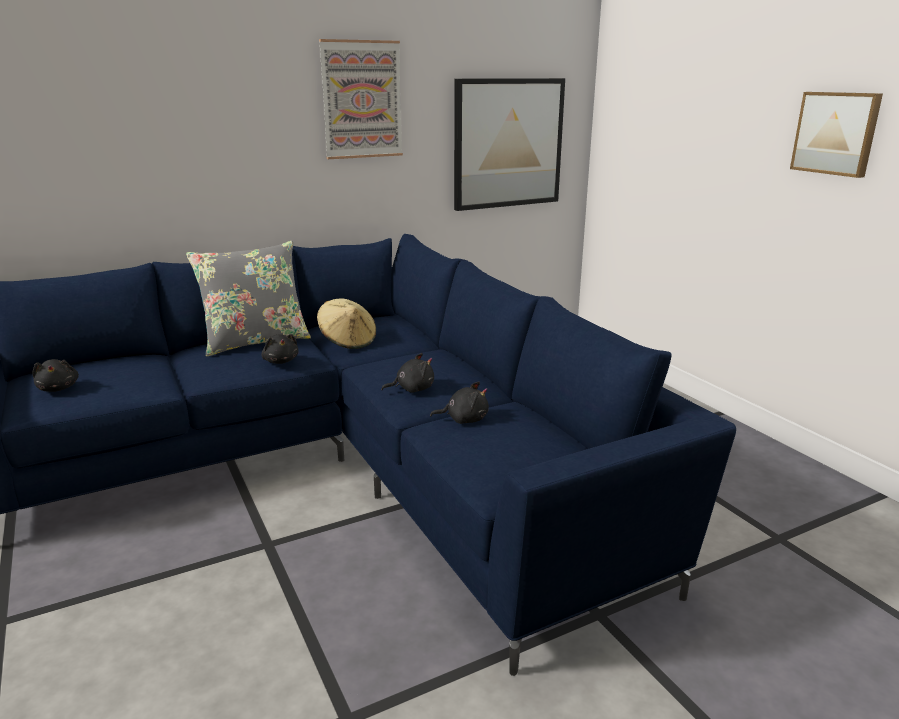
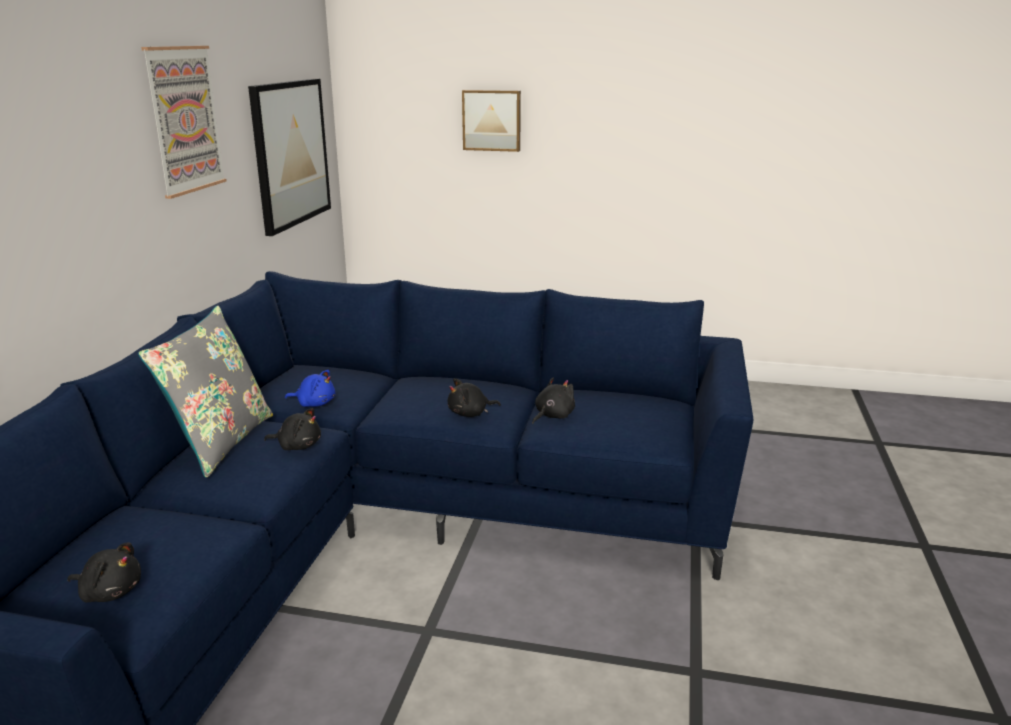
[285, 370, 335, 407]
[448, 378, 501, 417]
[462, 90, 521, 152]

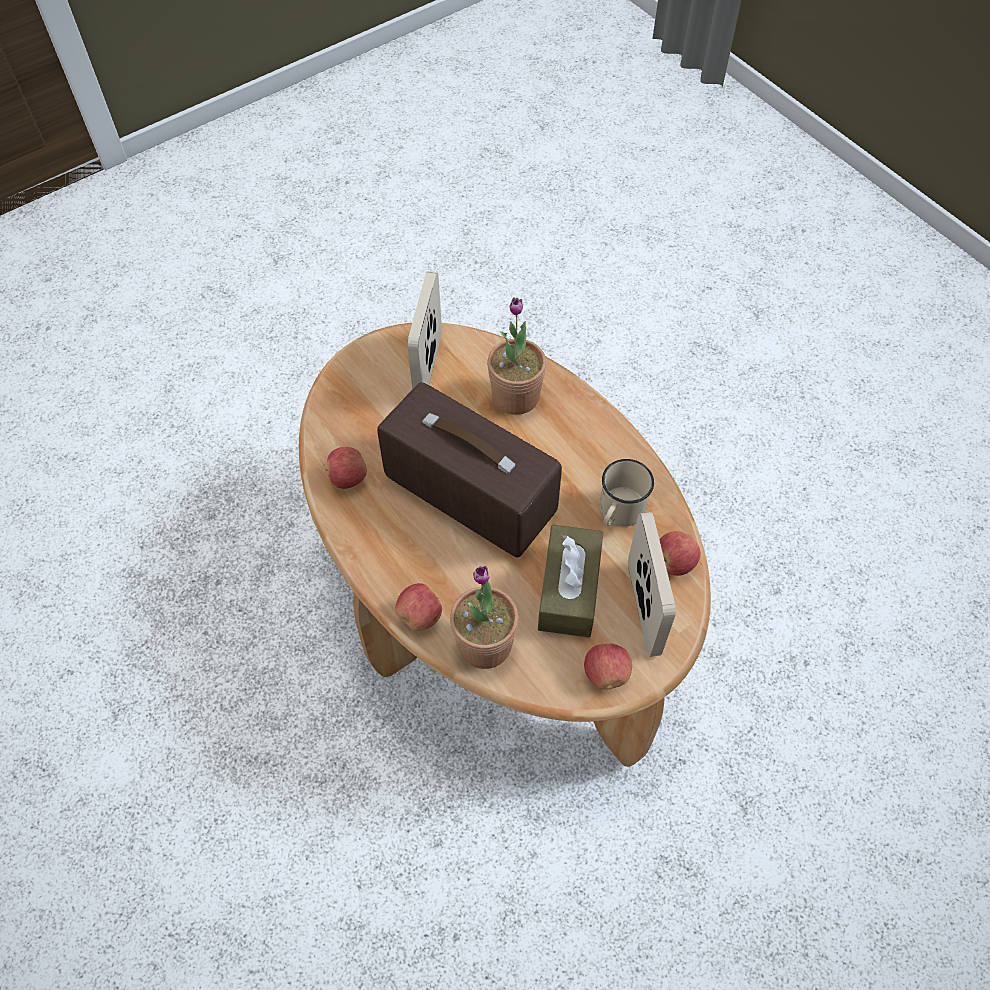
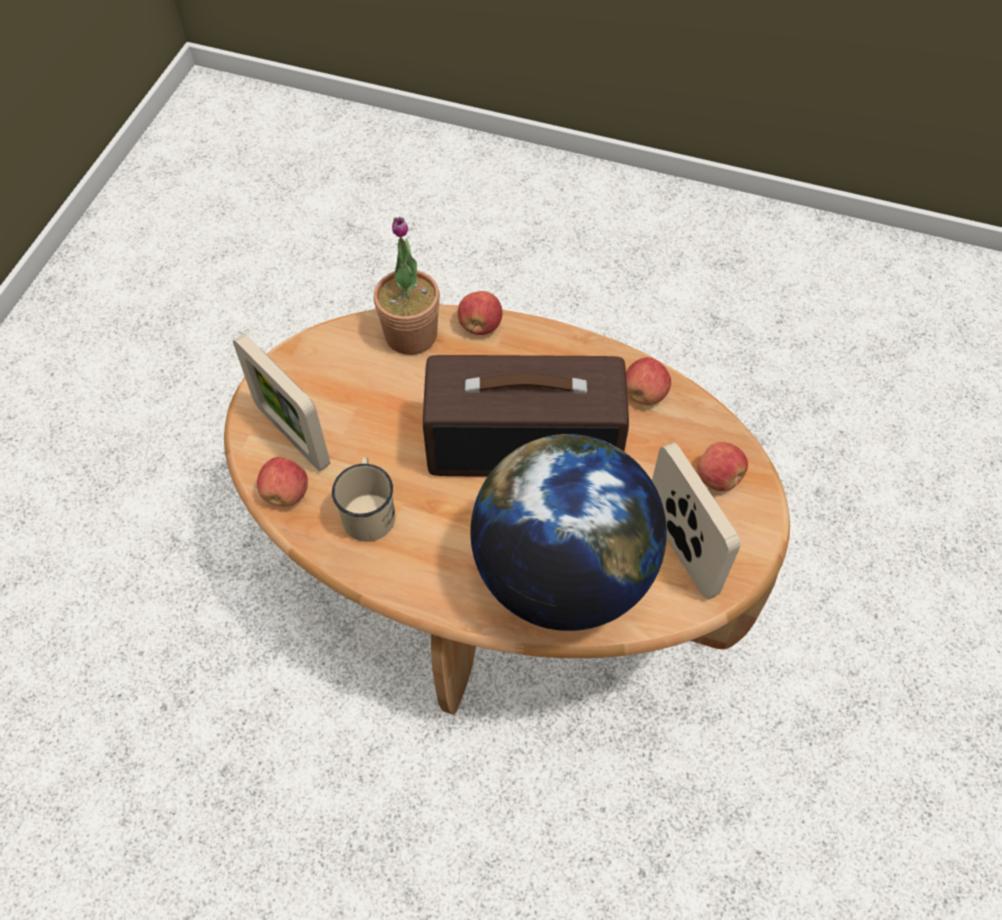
[470, 434, 667, 631]
[697, 442, 748, 491]
[538, 525, 603, 637] (first image)

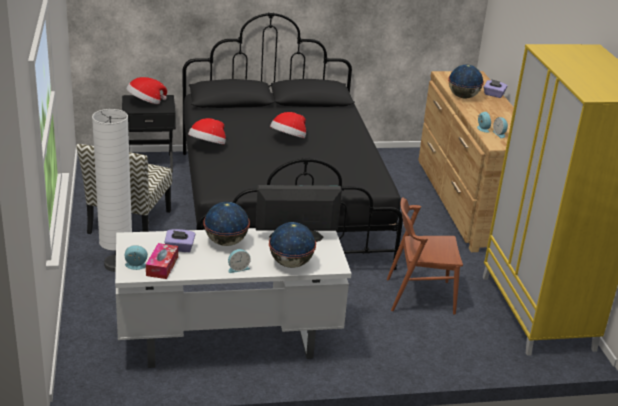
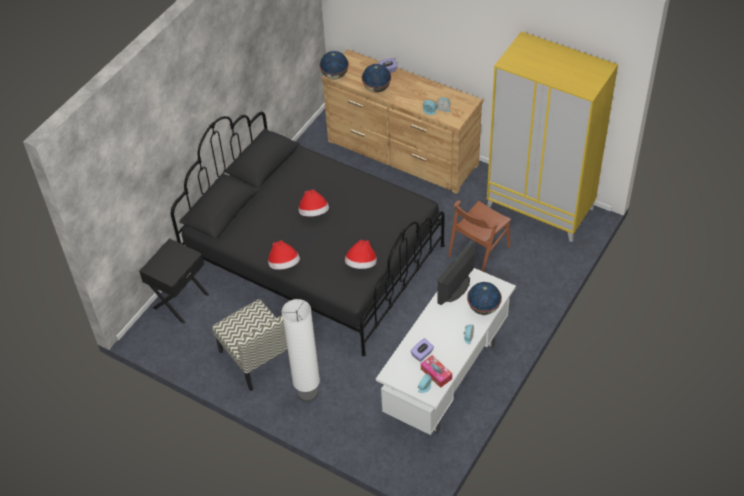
[319, 51, 349, 79]
[345, 240, 377, 269]

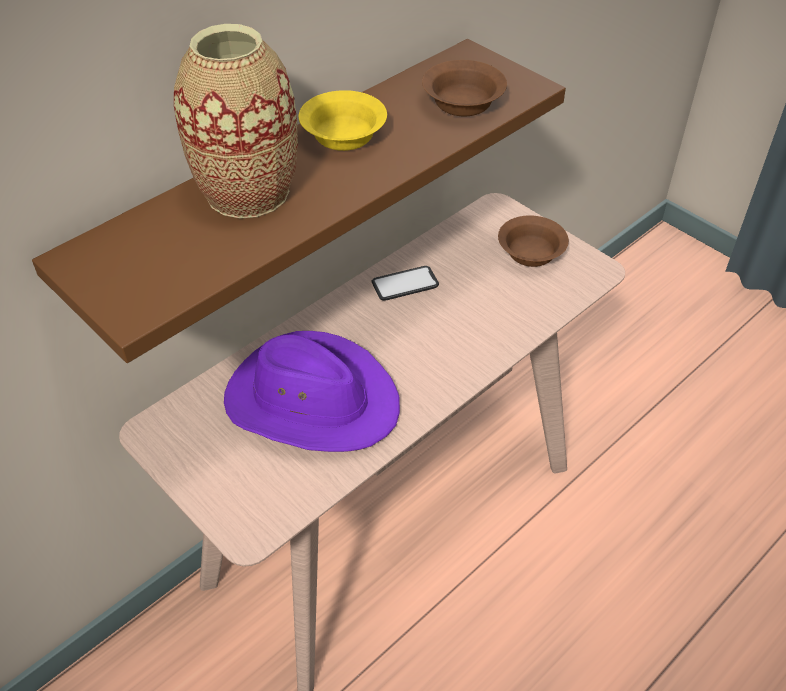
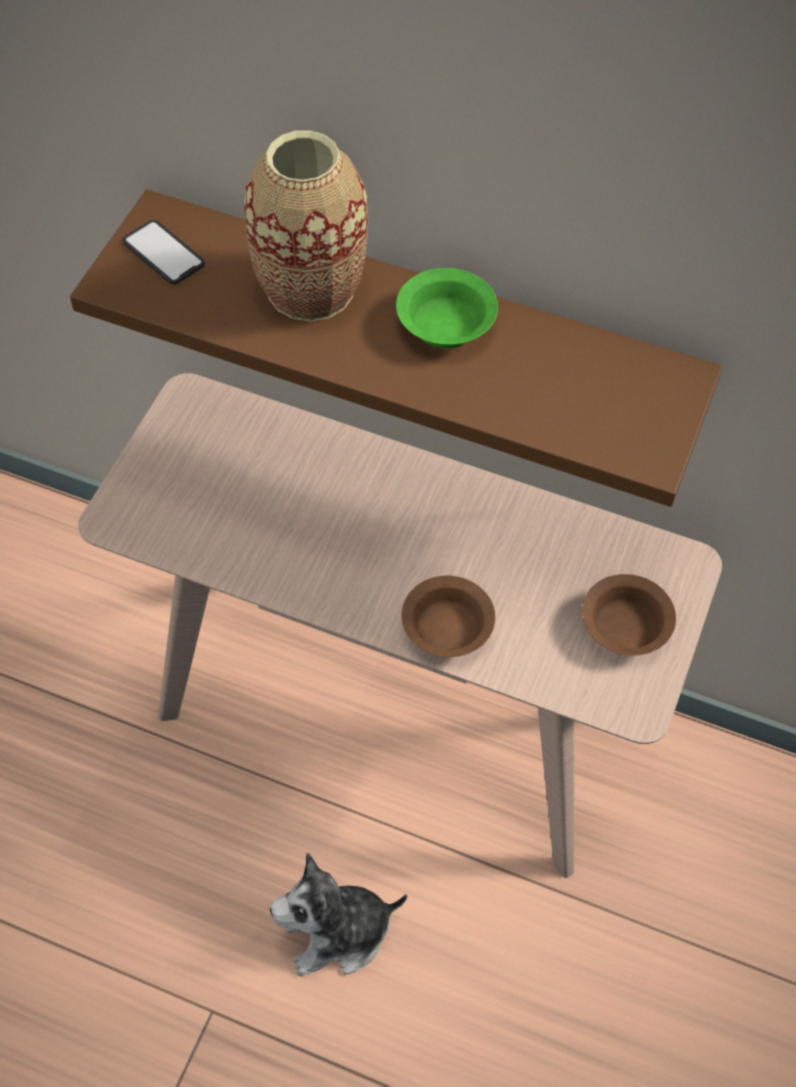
[123, 220, 205, 285]
[270, 853, 407, 976]
[396, 268, 498, 348]
[401, 576, 495, 657]
[224, 331, 400, 452] (first image)

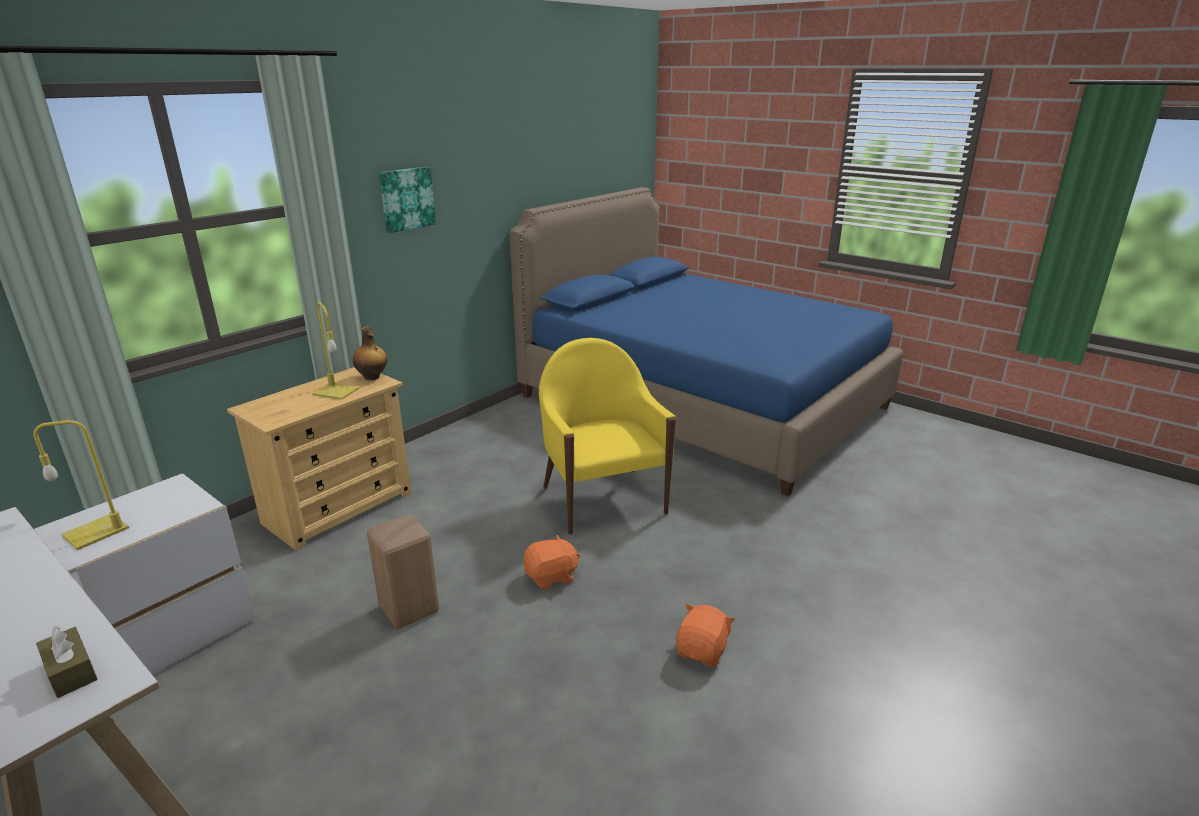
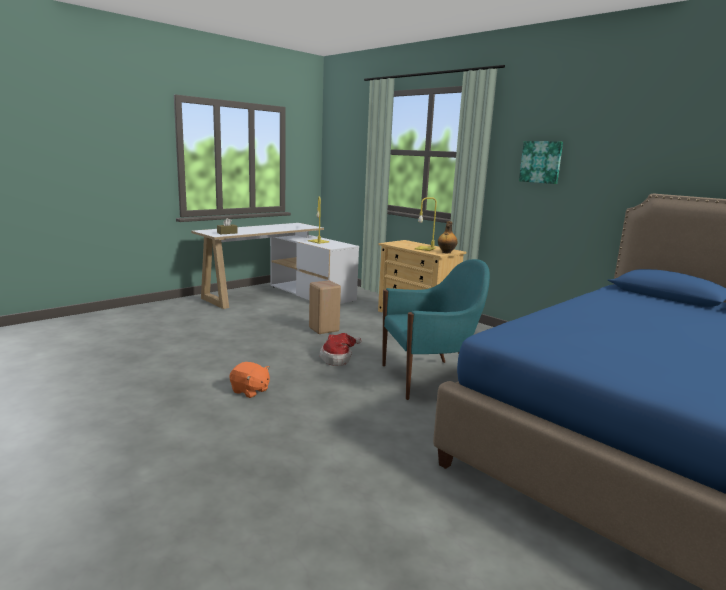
[320, 333, 361, 366]
[382, 259, 490, 400]

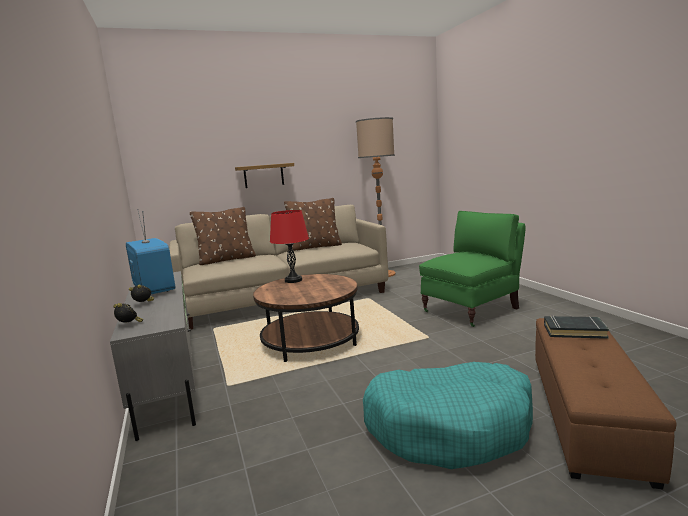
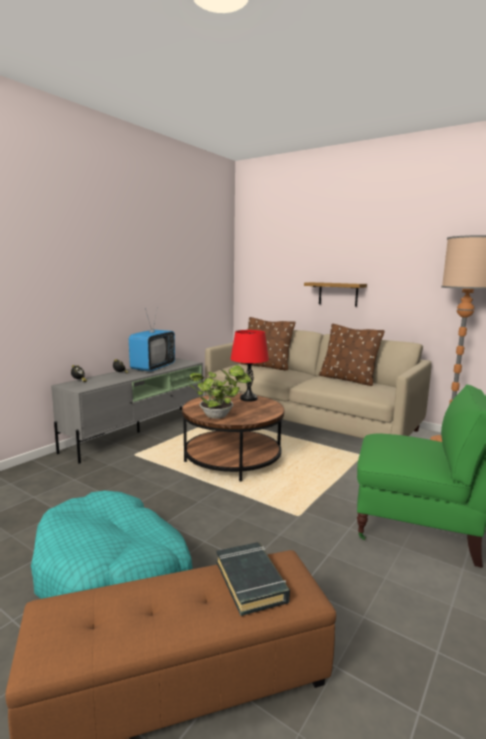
[188, 365, 252, 419]

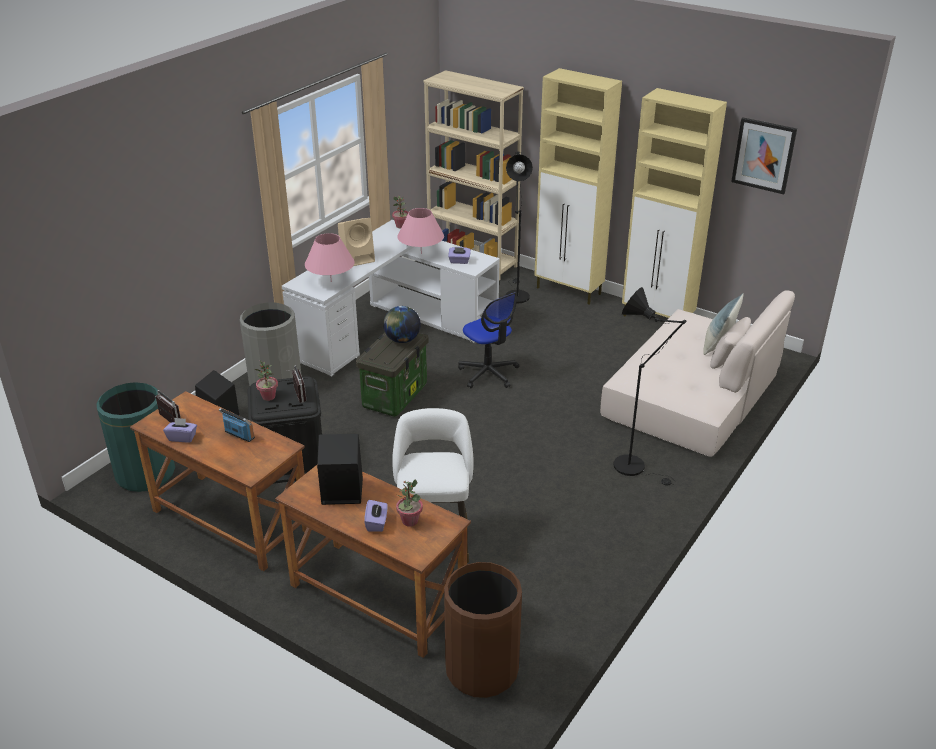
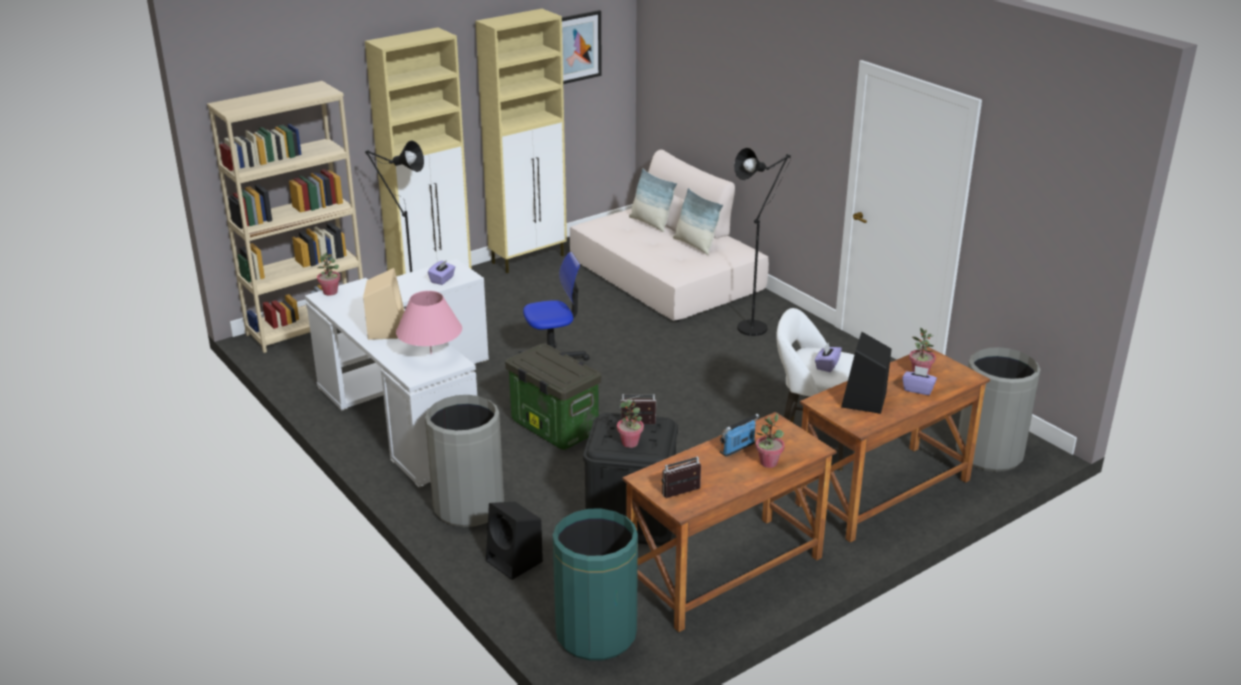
[673, 188, 723, 255]
[756, 414, 785, 468]
[815, 342, 842, 372]
[956, 347, 1041, 472]
[383, 306, 421, 343] (first image)
[397, 208, 444, 254] (first image)

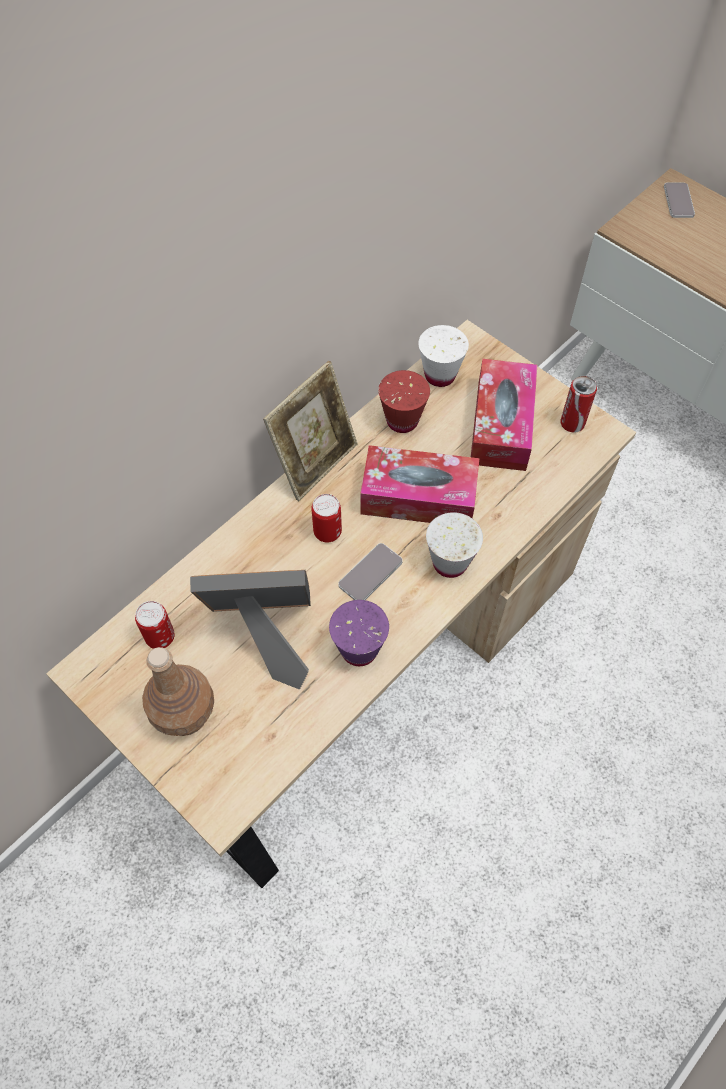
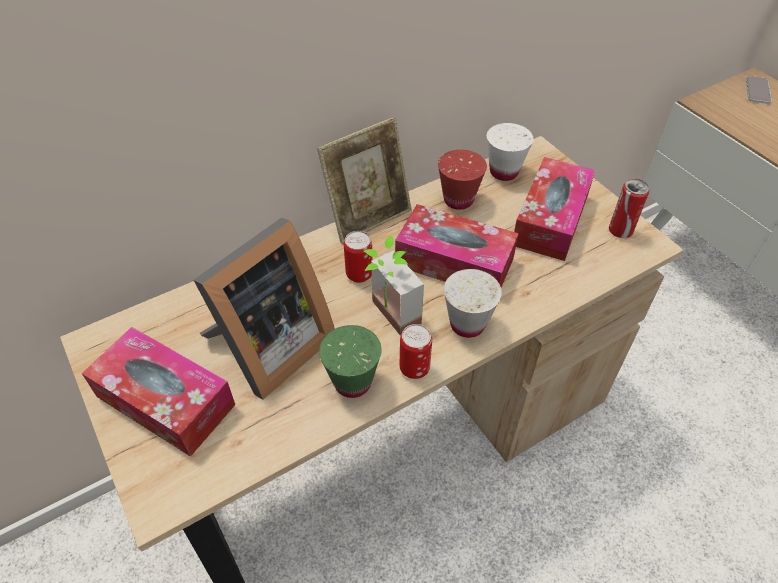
[82, 327, 235, 457]
[194, 218, 335, 400]
[319, 325, 382, 398]
[364, 236, 424, 335]
[400, 324, 432, 379]

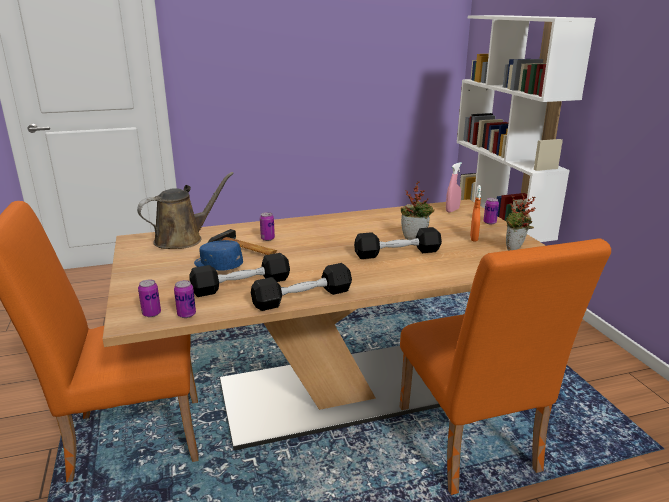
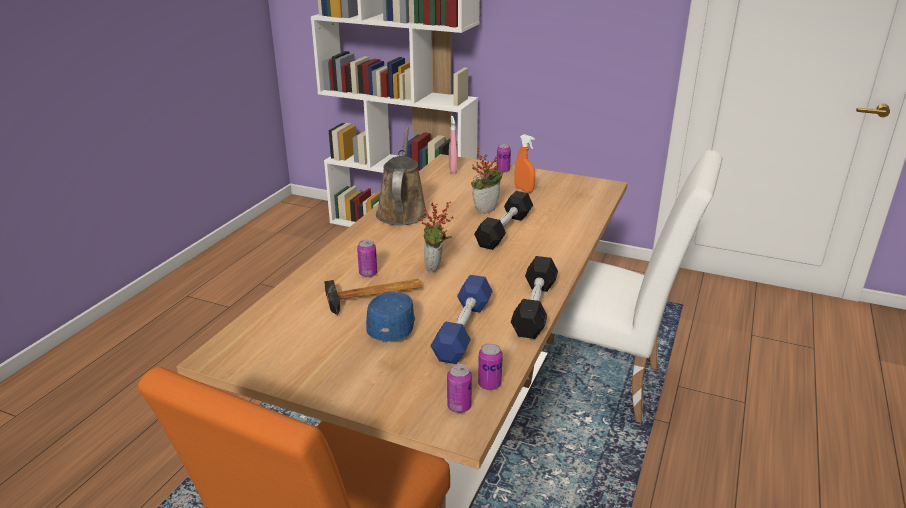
[366, 292, 415, 341]
[376, 127, 428, 225]
[417, 201, 454, 273]
[431, 275, 493, 364]
[523, 150, 722, 423]

